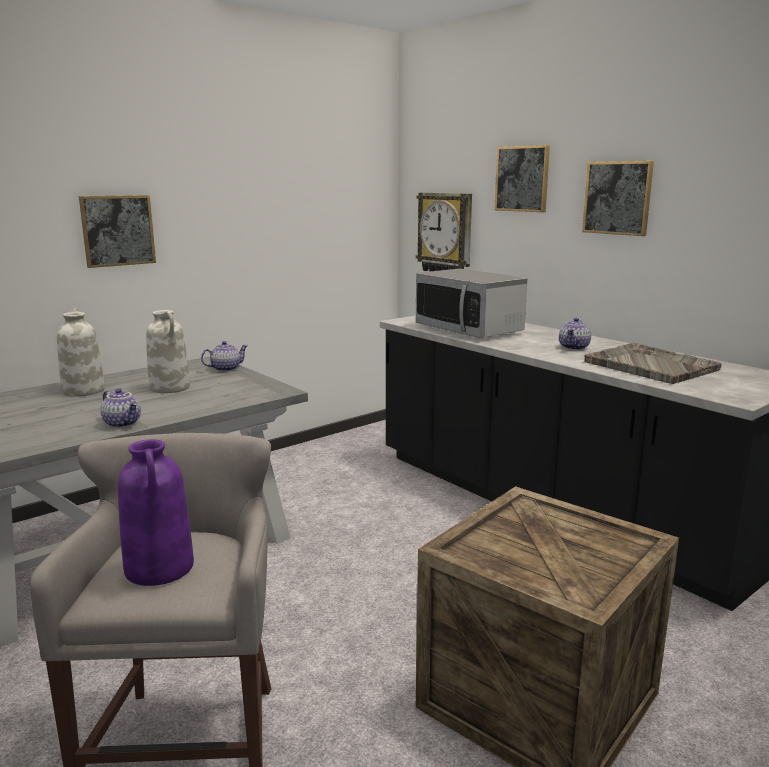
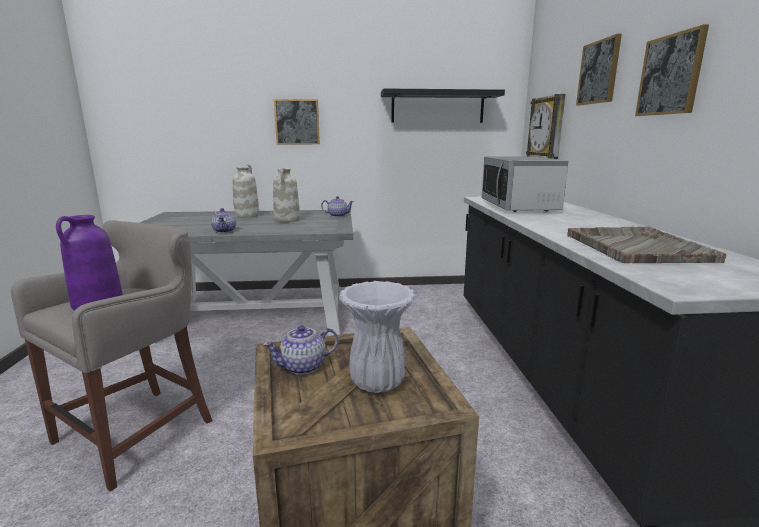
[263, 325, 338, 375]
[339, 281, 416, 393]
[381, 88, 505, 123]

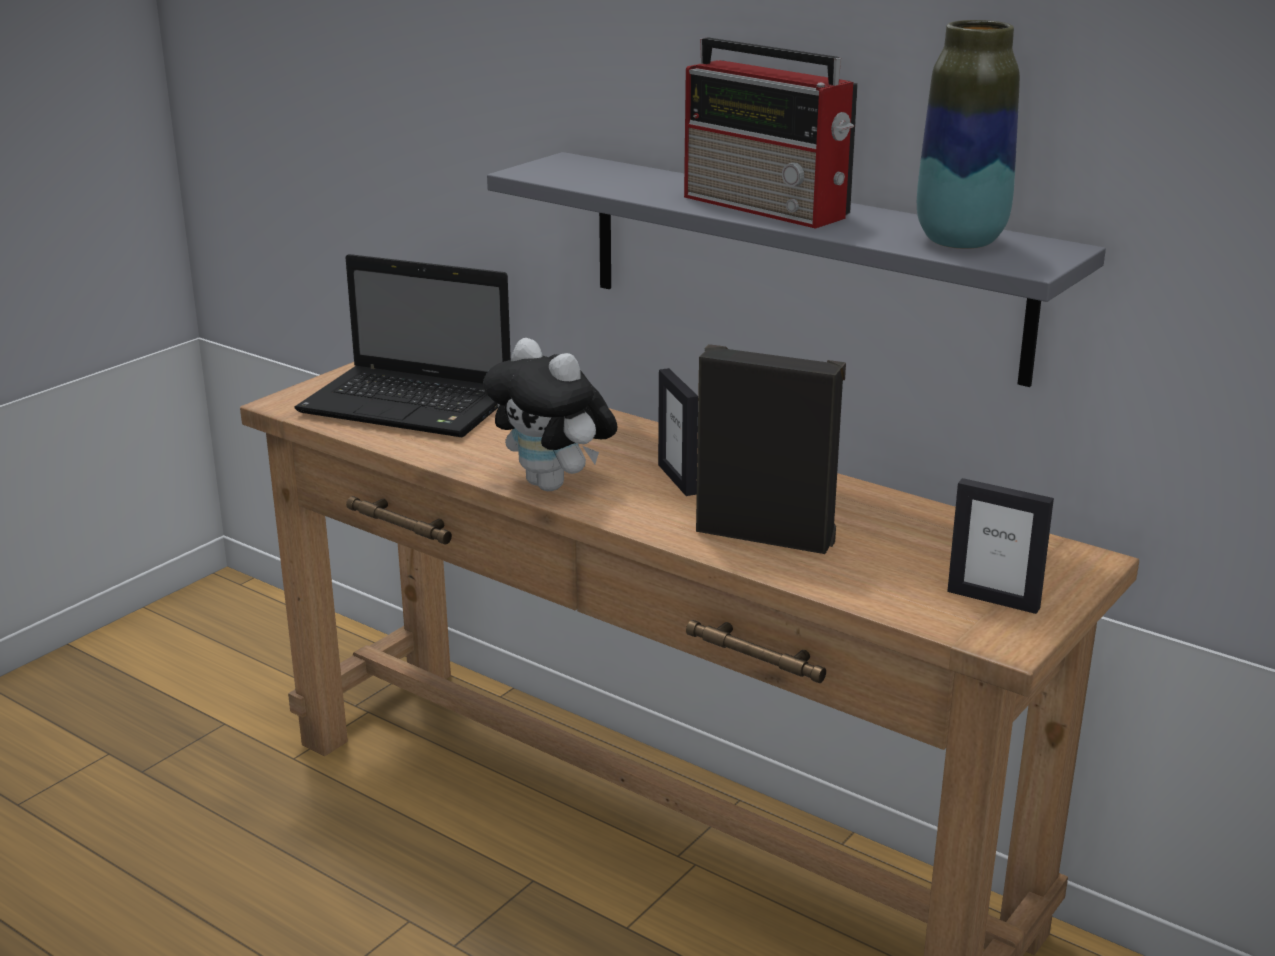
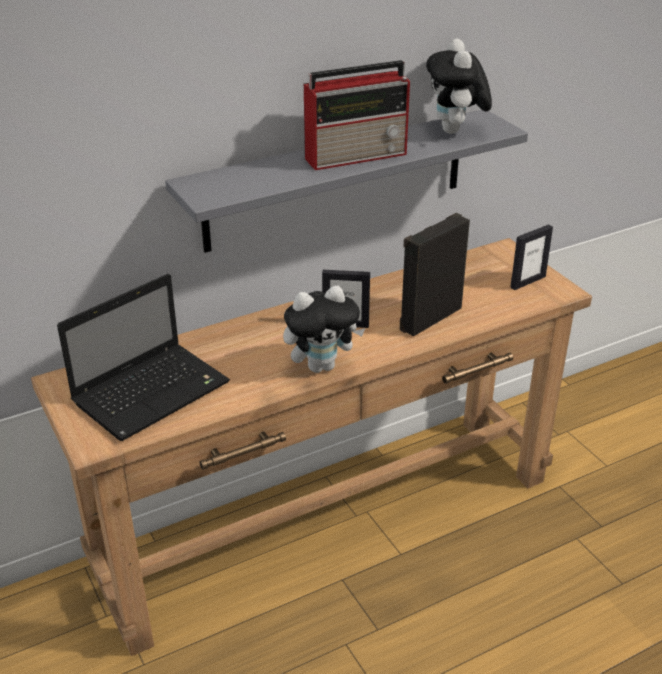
[426, 39, 492, 134]

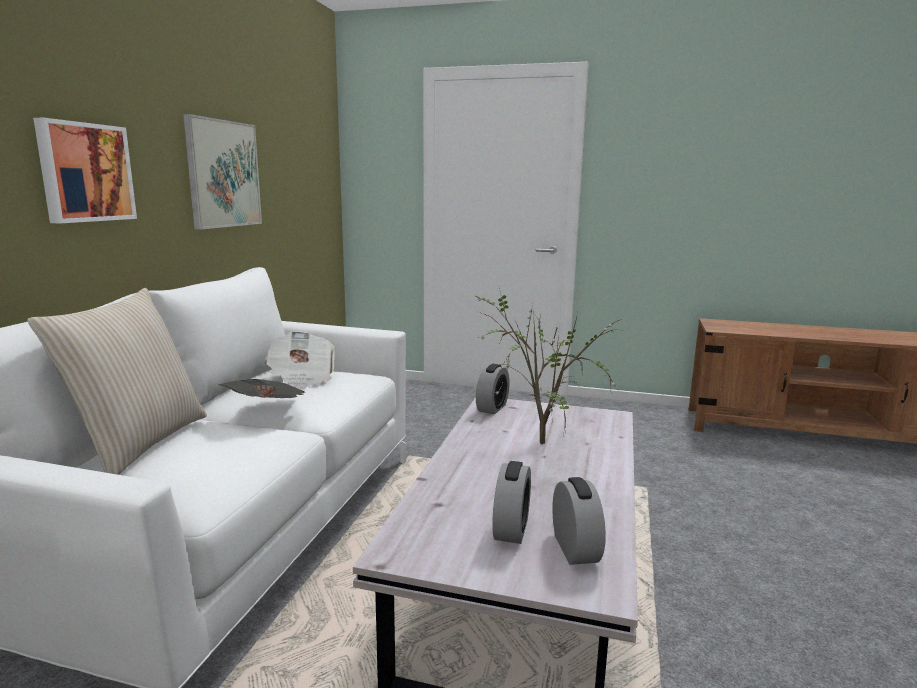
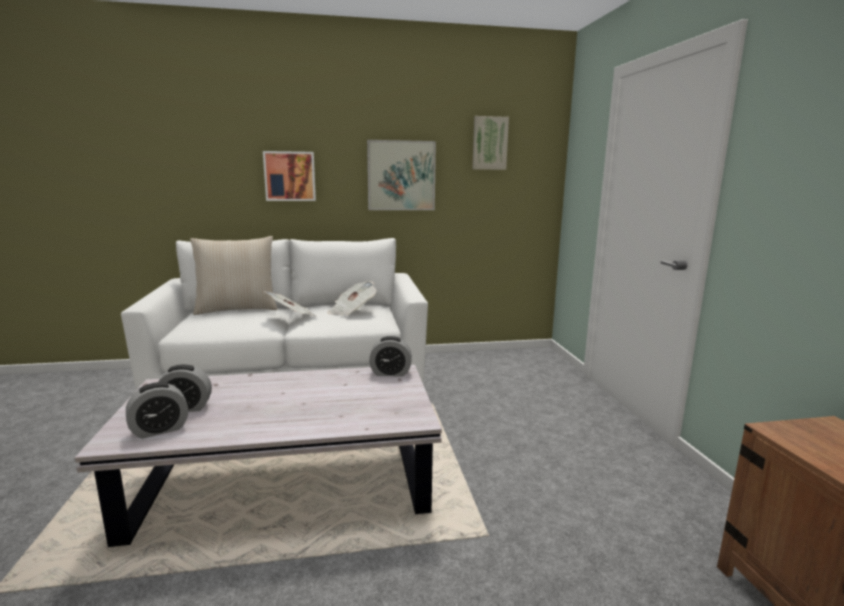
[472, 116, 509, 170]
[475, 288, 627, 444] (first image)

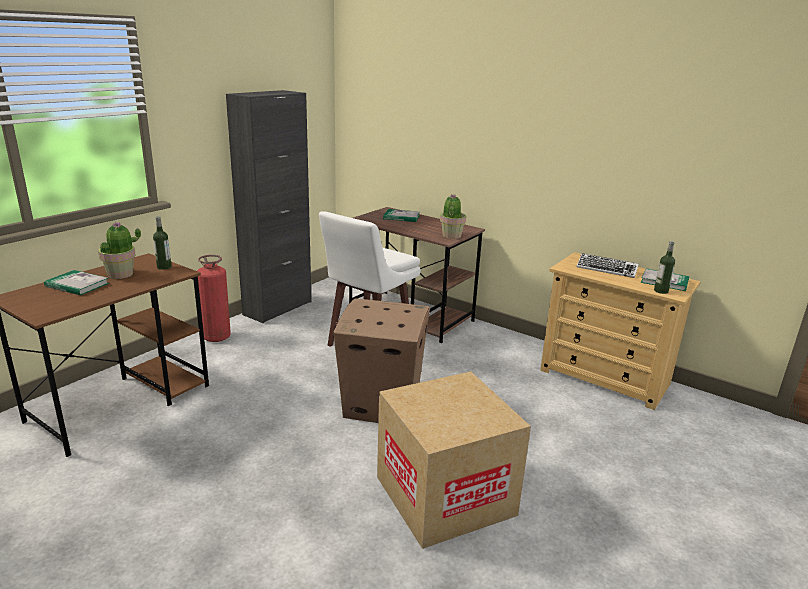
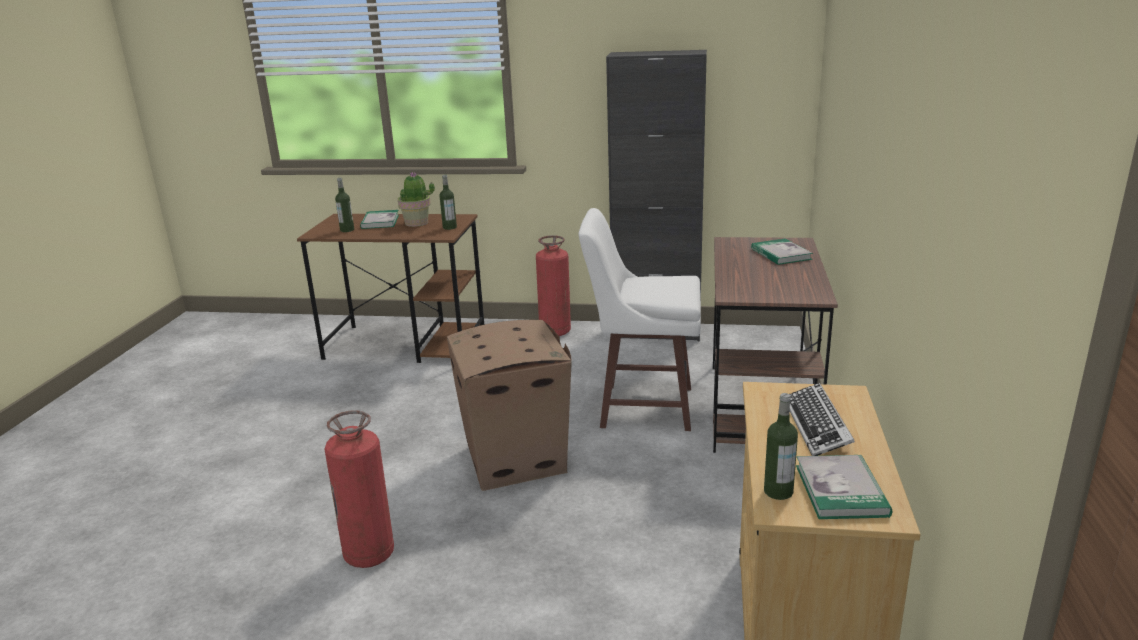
[324, 410, 394, 568]
[335, 178, 354, 232]
[440, 194, 466, 239] (first image)

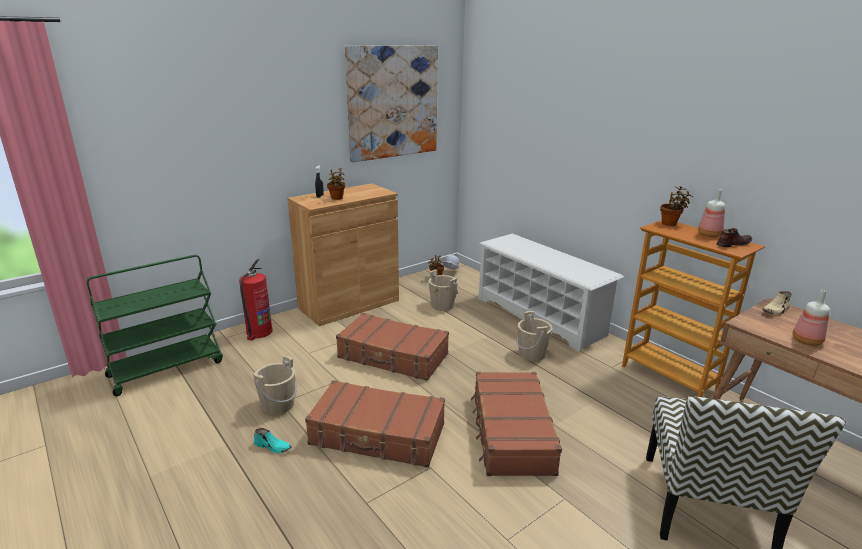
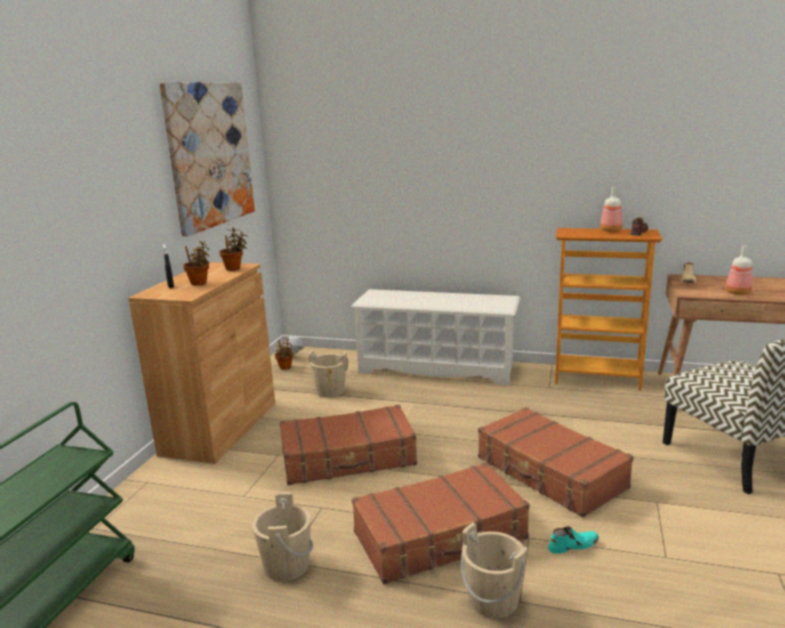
[219, 228, 248, 271]
[461, 522, 527, 618]
[548, 526, 599, 554]
[239, 259, 273, 340] (first image)

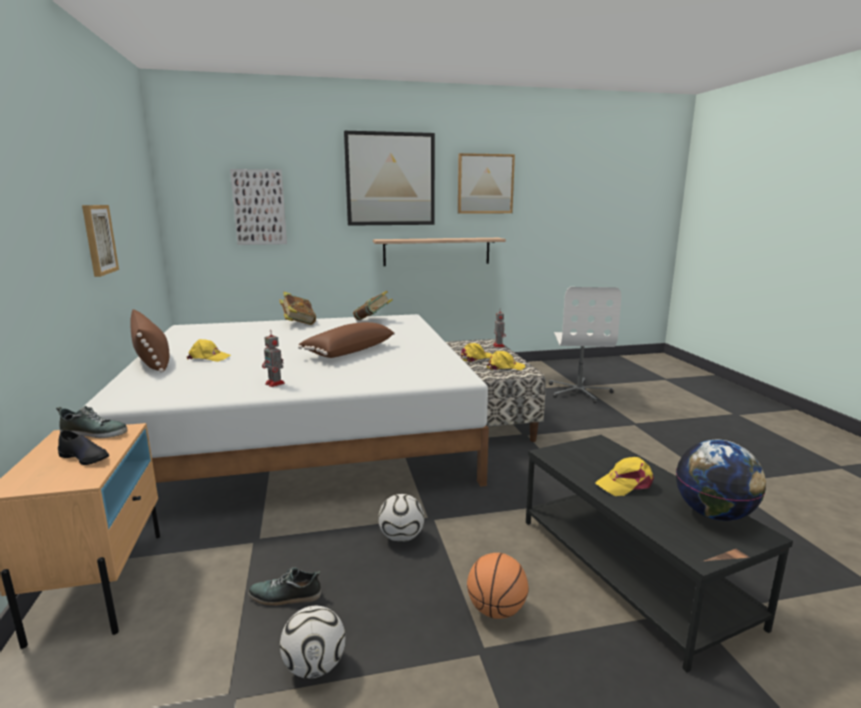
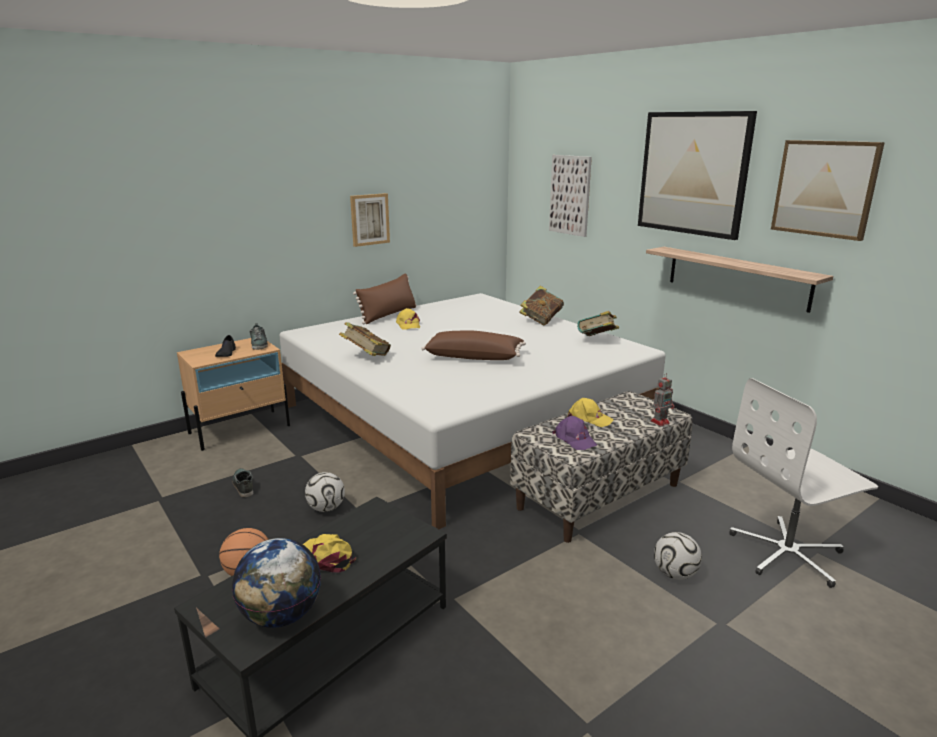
[339, 322, 391, 356]
[552, 416, 597, 450]
[654, 532, 702, 580]

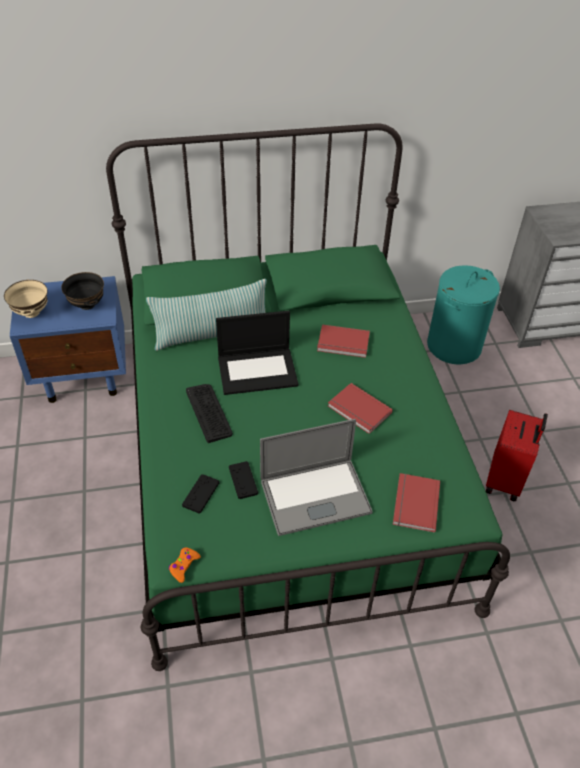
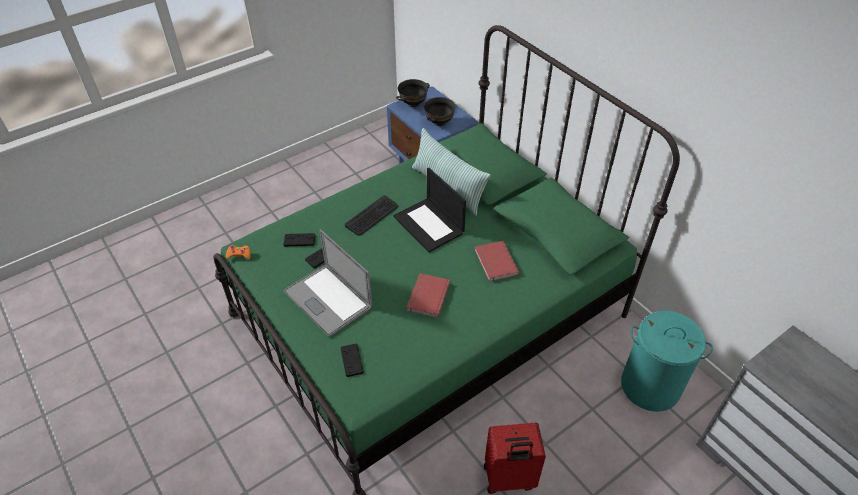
[340, 343, 364, 377]
[396, 79, 430, 107]

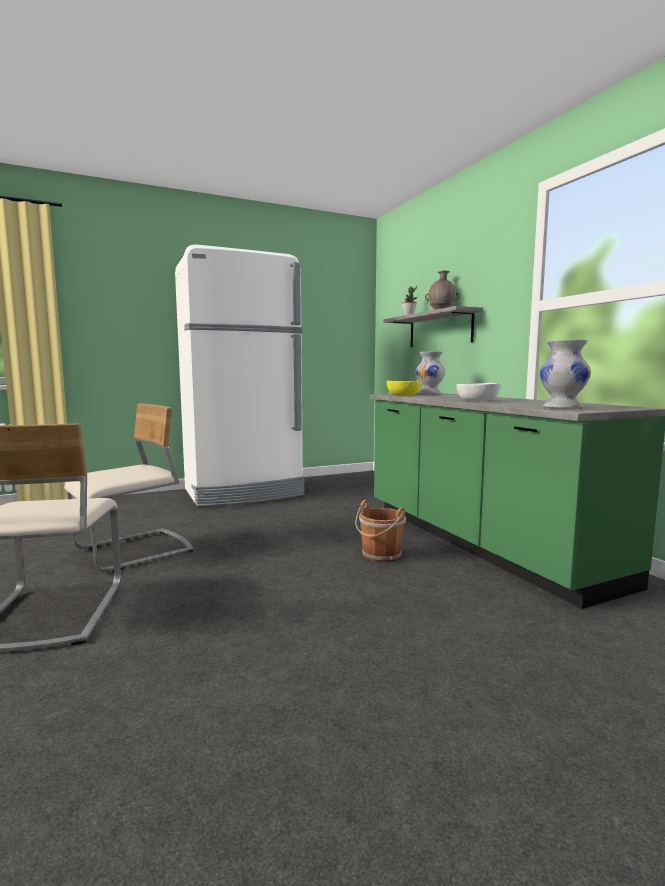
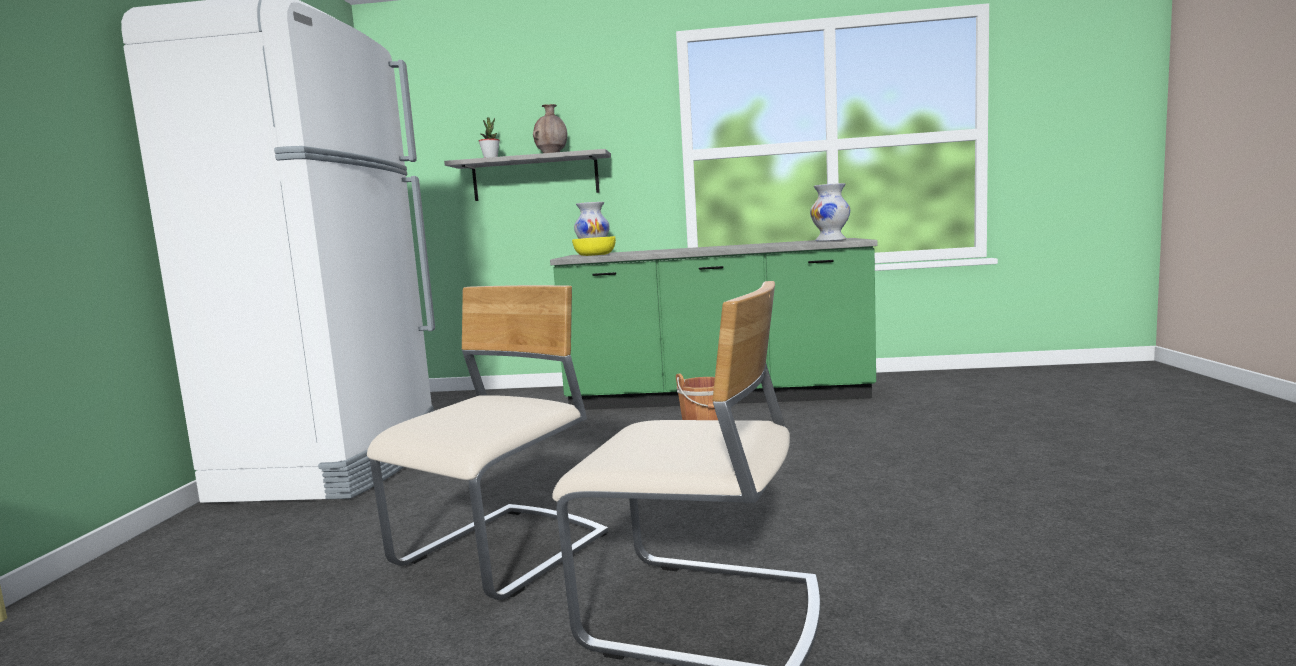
[367, 285, 608, 600]
[457, 383, 501, 401] (first image)

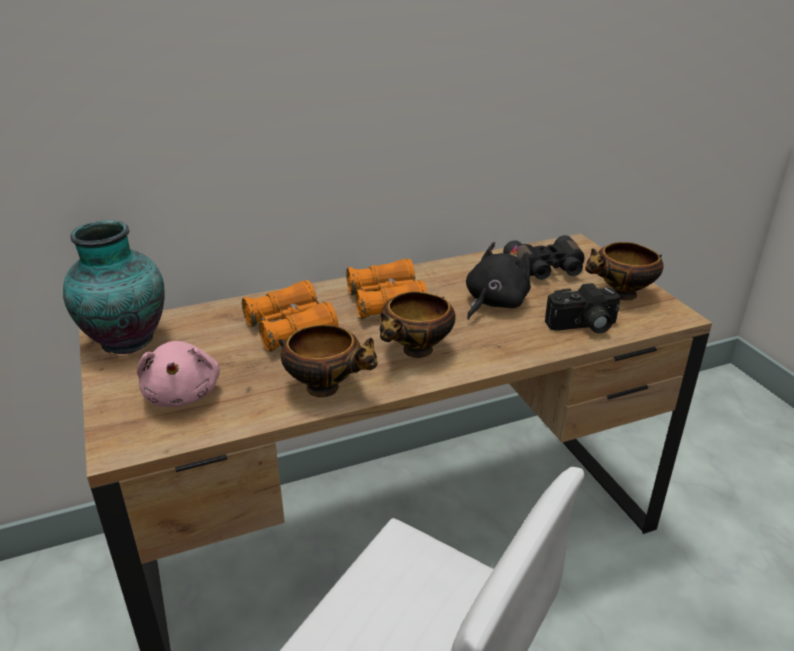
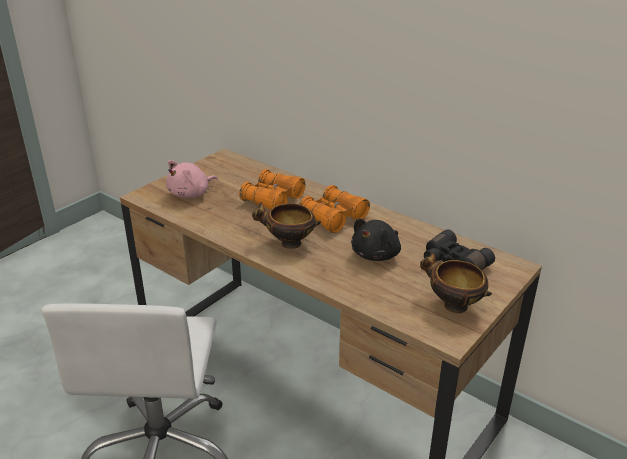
[351, 219, 401, 261]
[63, 220, 165, 354] (first image)
[279, 325, 378, 397] (first image)
[545, 283, 621, 334] (first image)

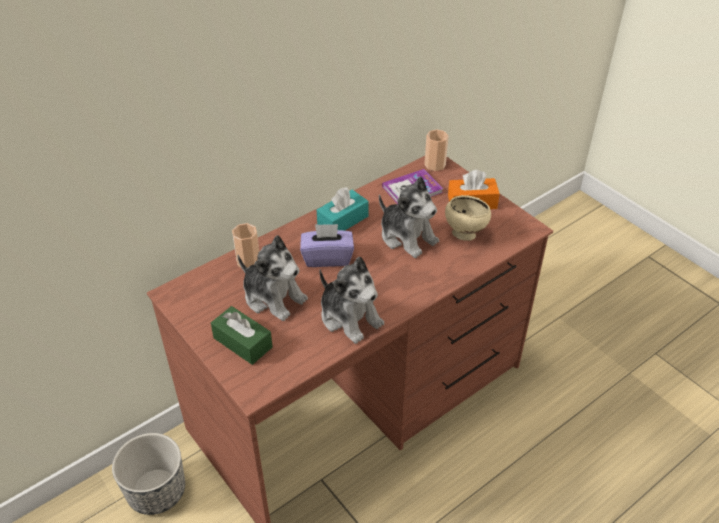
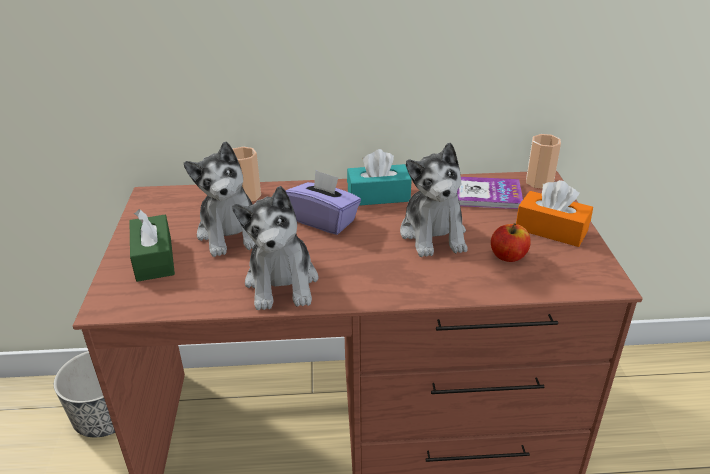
[491, 223, 531, 262]

